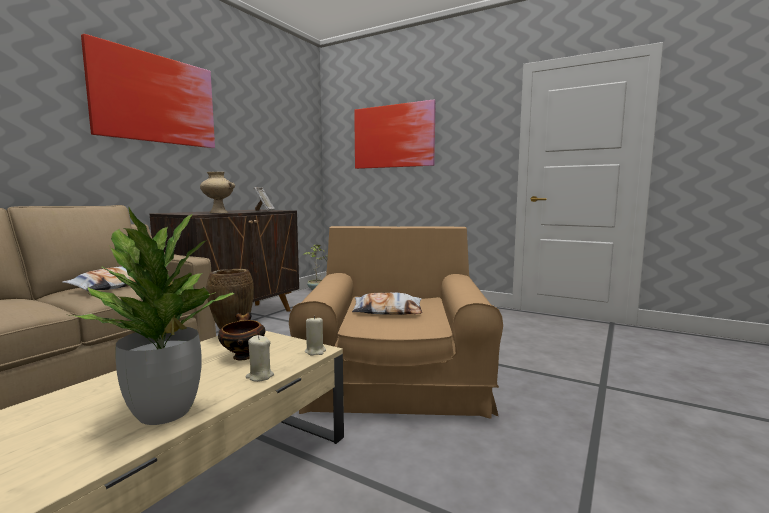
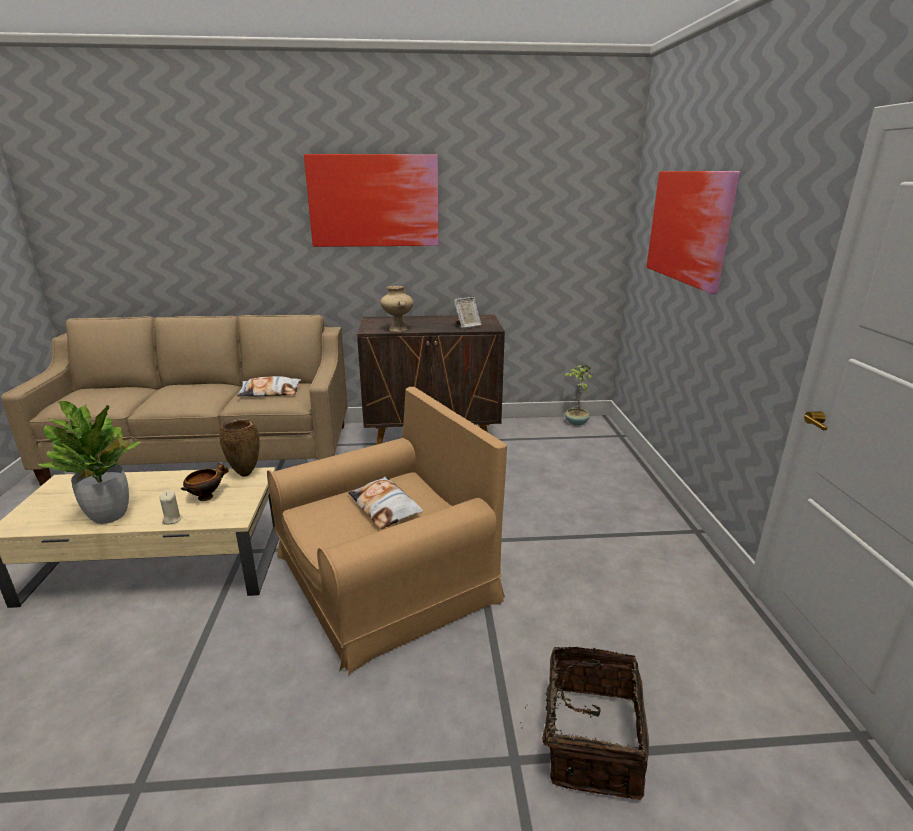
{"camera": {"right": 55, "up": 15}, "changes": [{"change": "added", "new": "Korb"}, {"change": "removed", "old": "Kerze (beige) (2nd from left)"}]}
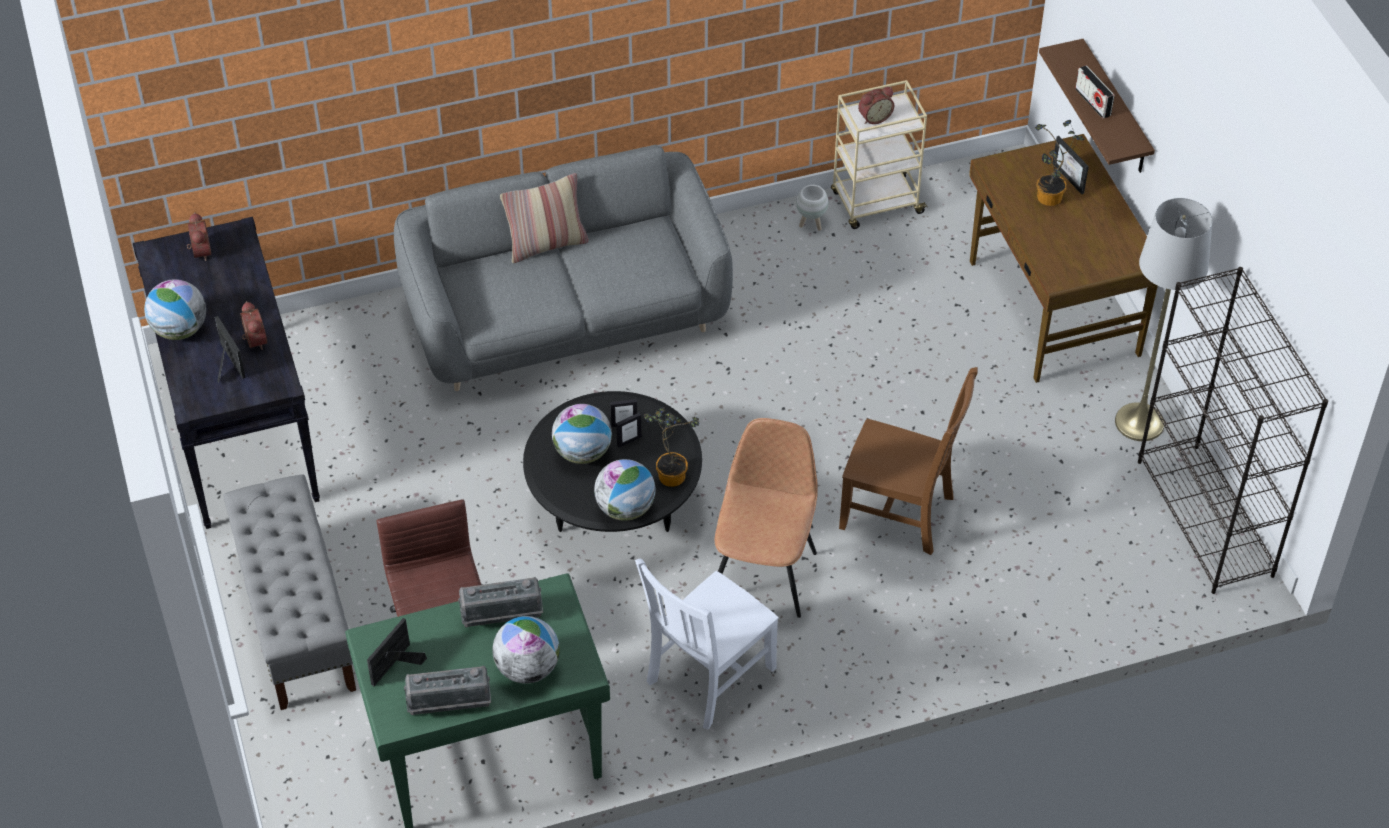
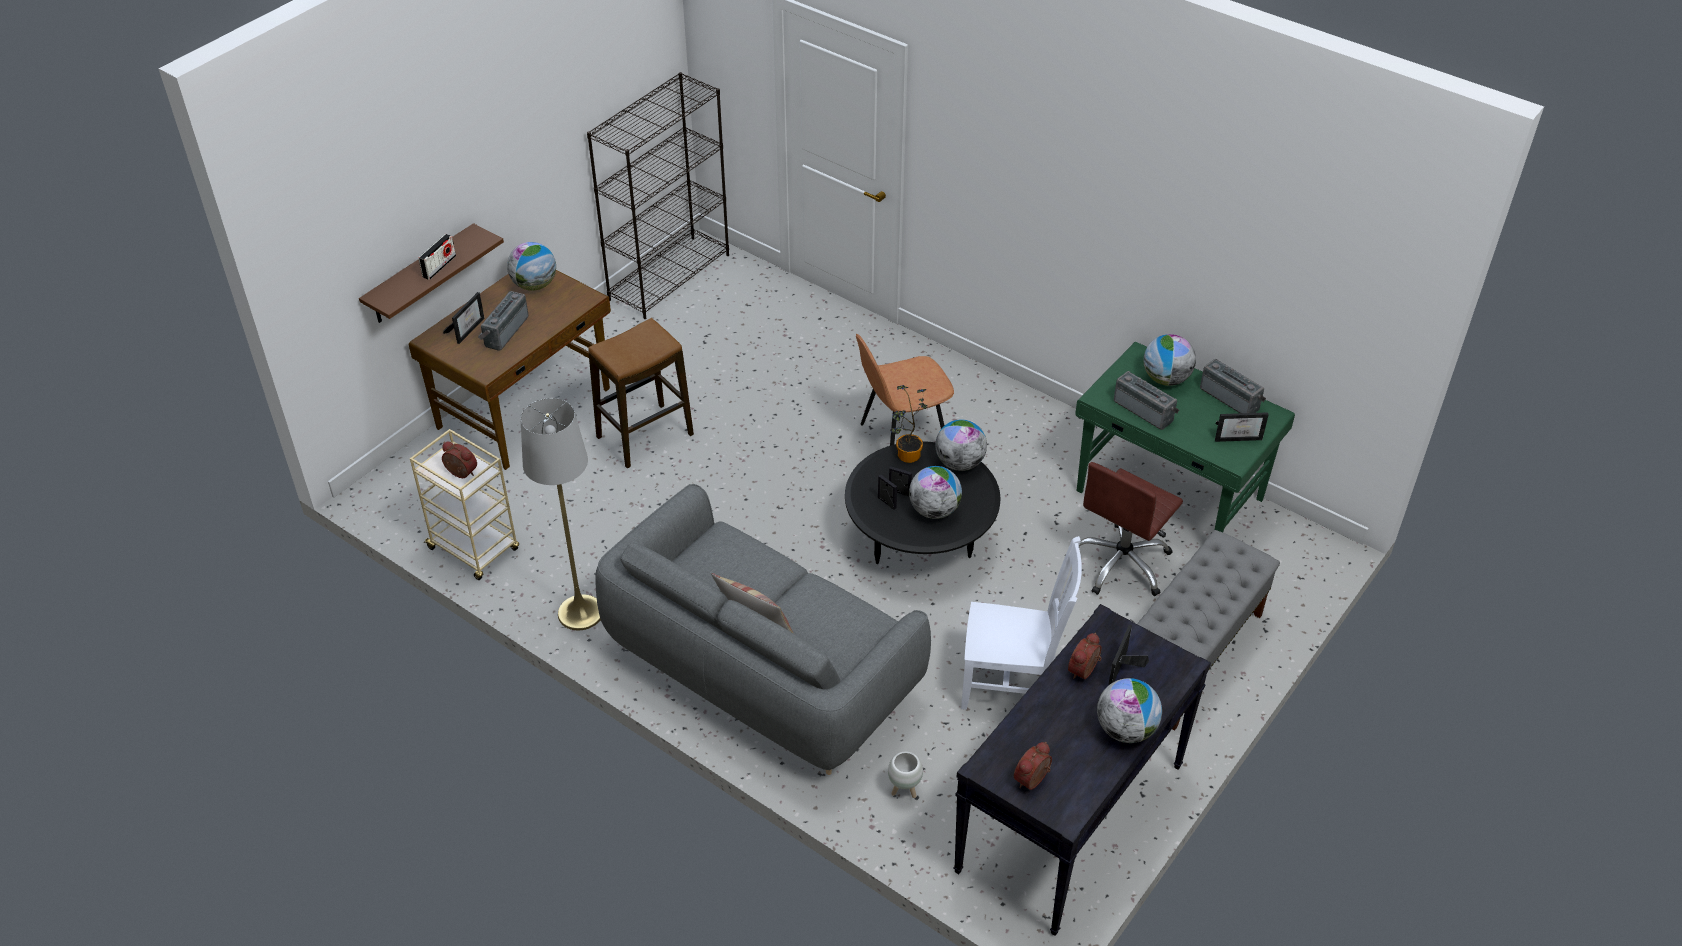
{"camera": {"right": -125, "up": -5}, "changes": [{"change": "replaced", "old": "Topfpflanze (2nd from left)", "new": "Radio (2nd from left)"}, {"change": "added", "new": "Globus (1st from left)"}, {"change": "moved", "old": "Stehlampe (grau)"}, {"change": "added", "new": "Hocker"}, {"change": "moved", "old": "Pflanzkübel (weiß)"}, {"change": "moved", "old": "Stuhl (weiß)"}, {"change": "removed", "old": "Stuhl (braun) (2nd from left)"}]}
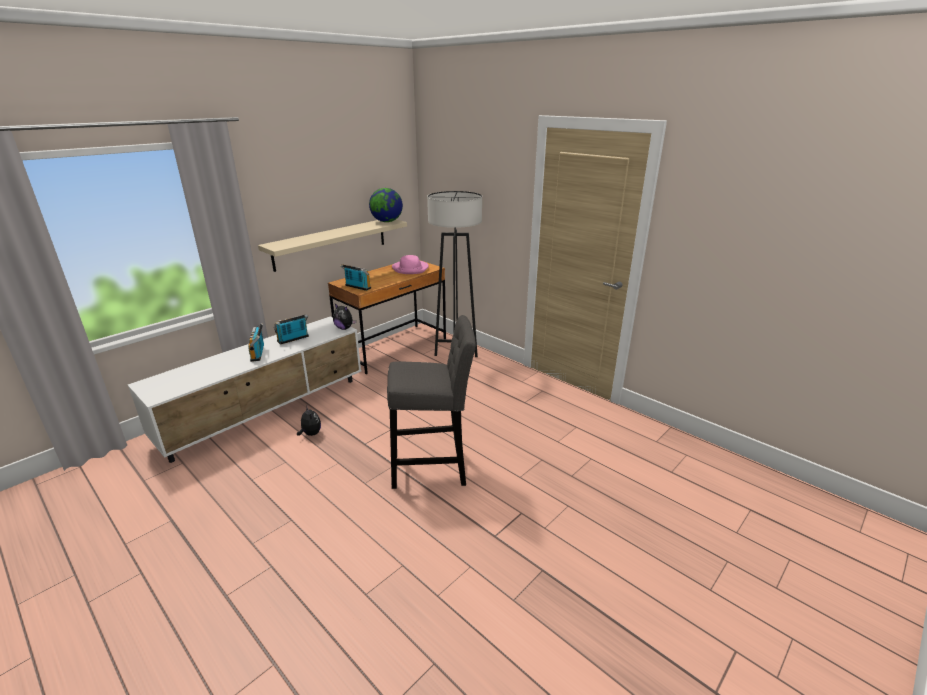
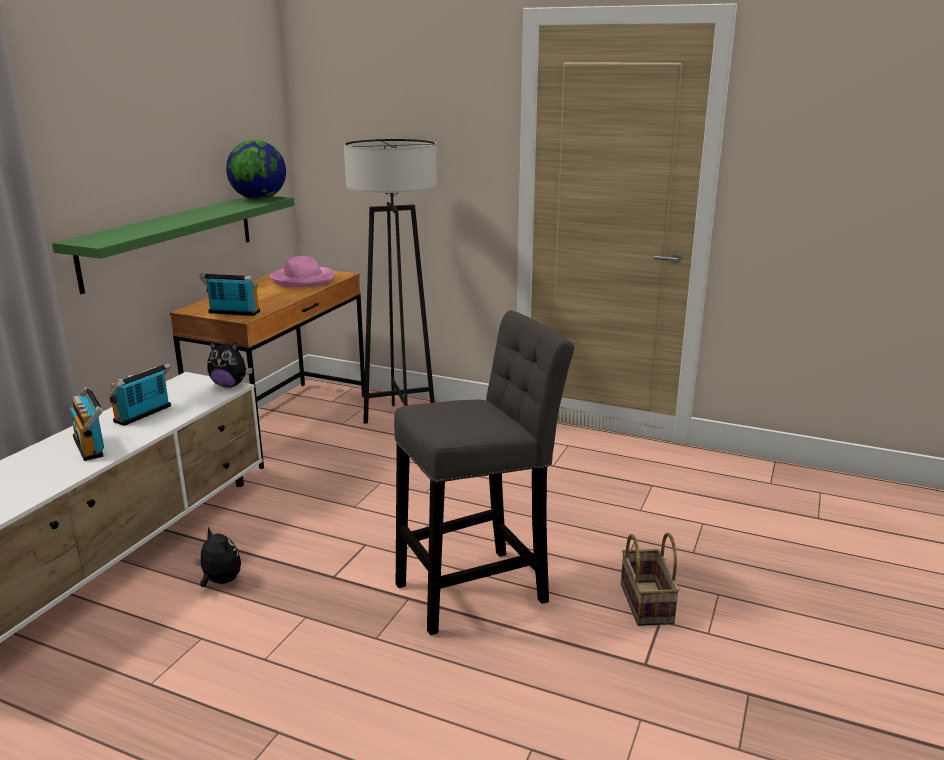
{"camera": {"right": -20, "up": -5}, "changes": [{"change": "recoloured", "old": "Wandregal (beige)", "new": "Wandregal (grün)"}, {"change": "added", "new": "Korb"}]}
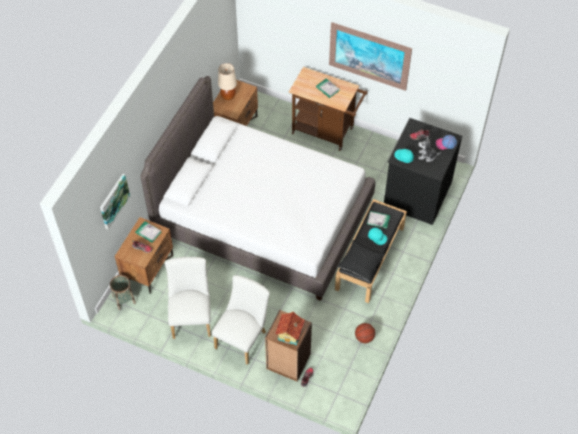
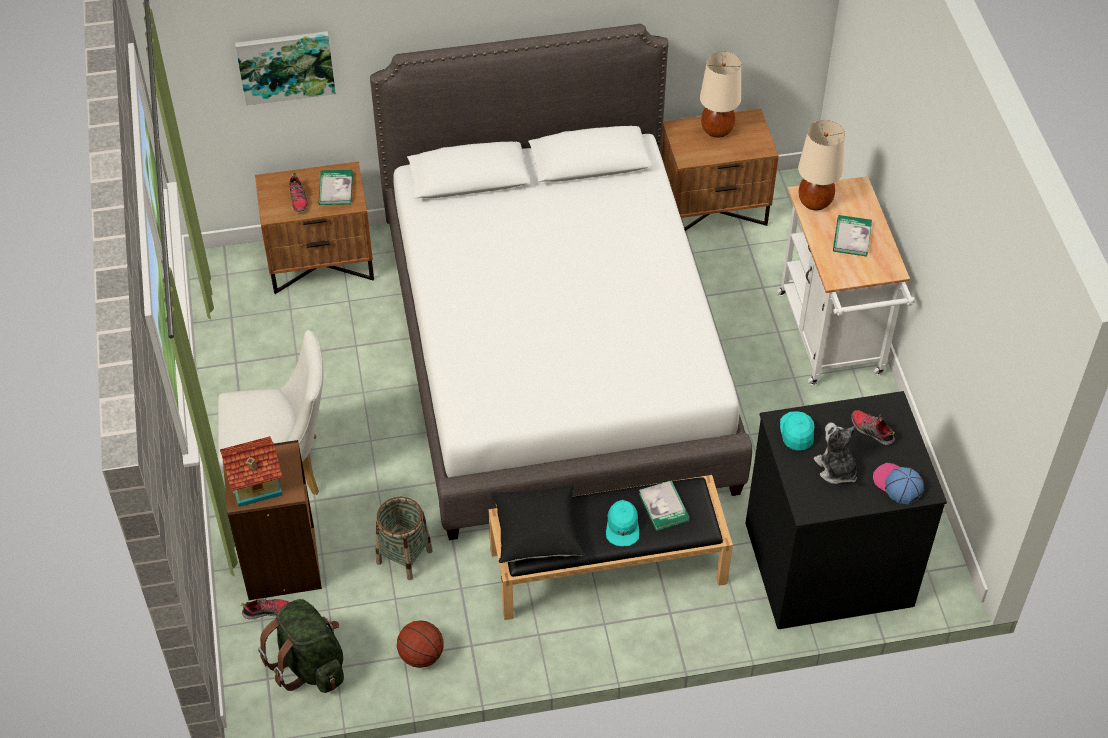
{"camera": {"right": 55, "up": -5}, "changes": [{"change": "added", "new": "Rucksack (grün)"}, {"change": "moved", "old": "Korb"}, {"change": "recoloured", "old": "Rollwagen (braun)", "new": "Rollwagen (weiß)"}, {"change": "added", "new": "Tischlampe (beige) (2nd from left)"}, {"change": "removed", "old": "Stuhl (weiß) (1st from left)"}, {"change": "removed", "old": "Bild (2nd from left)"}]}
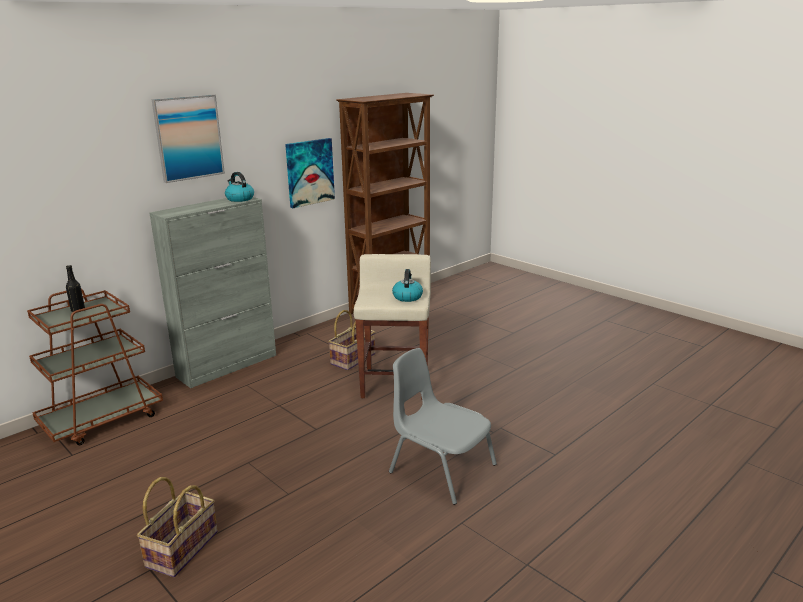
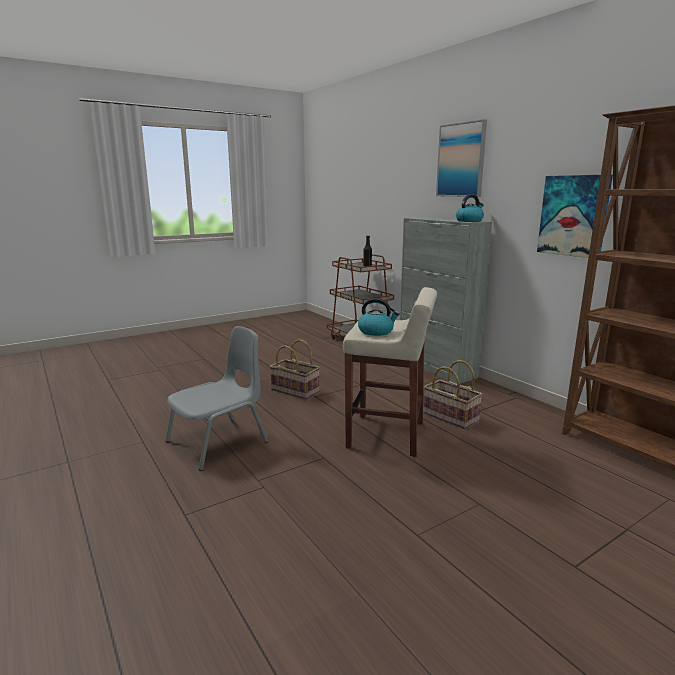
{"camera": {"right": 100, "up": -5}, "changes": [{"change": "moved", "old": "Korb (1st from left)"}]}
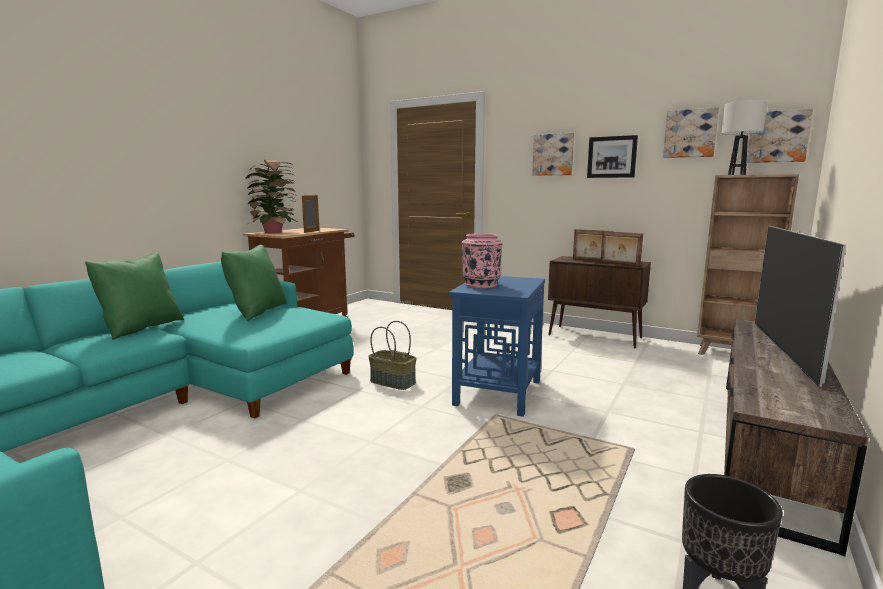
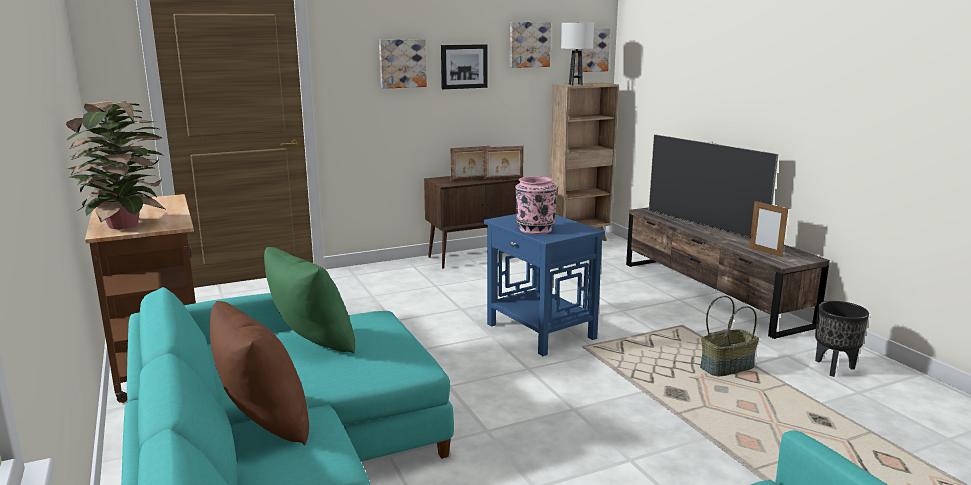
{"camera": {"right": -55, "up": 5}, "changes": [{"change": "recoloured", "old": "Kissen (grün) (1st from left)", "new": "Kissen (braun)"}, {"change": "moved", "old": "Korb"}, {"change": "moved", "old": "Bilderrahmen (1st from left in the first image)", "new": "Bilderrahmen (3rd from left)"}]}
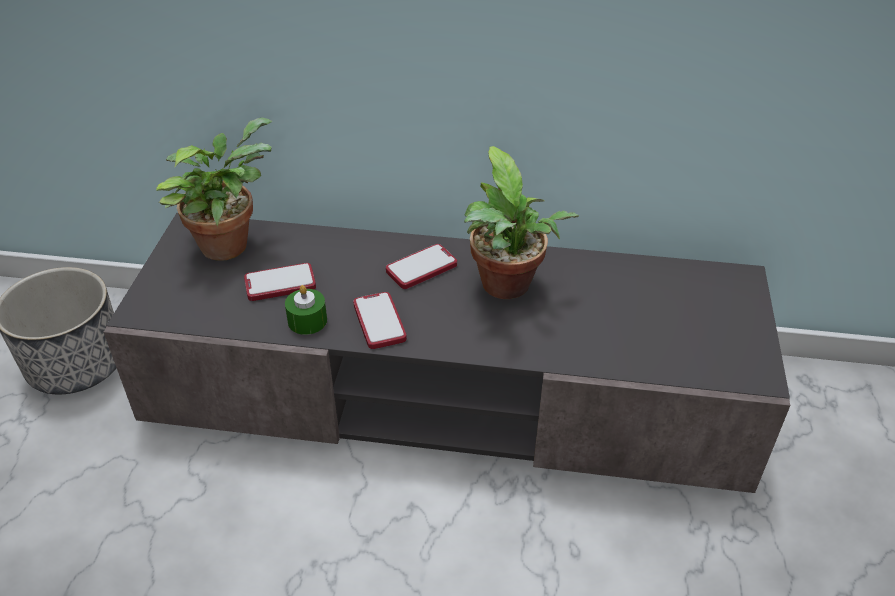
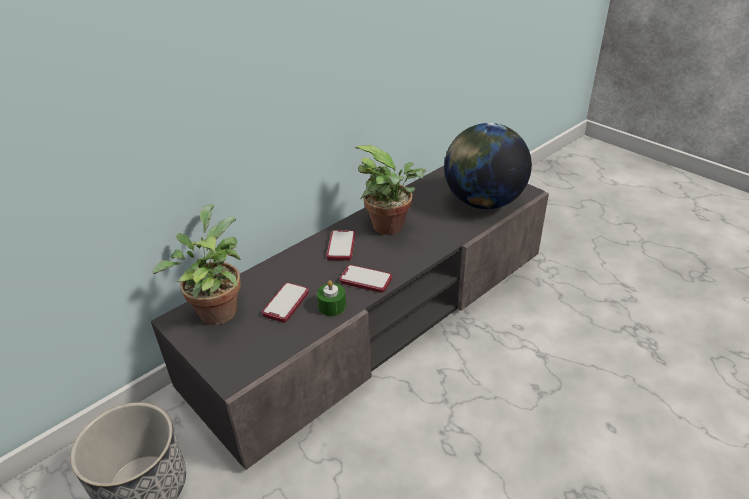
{"camera": {"right": -50, "up": -5}, "changes": [{"change": "added", "new": "Globus"}]}
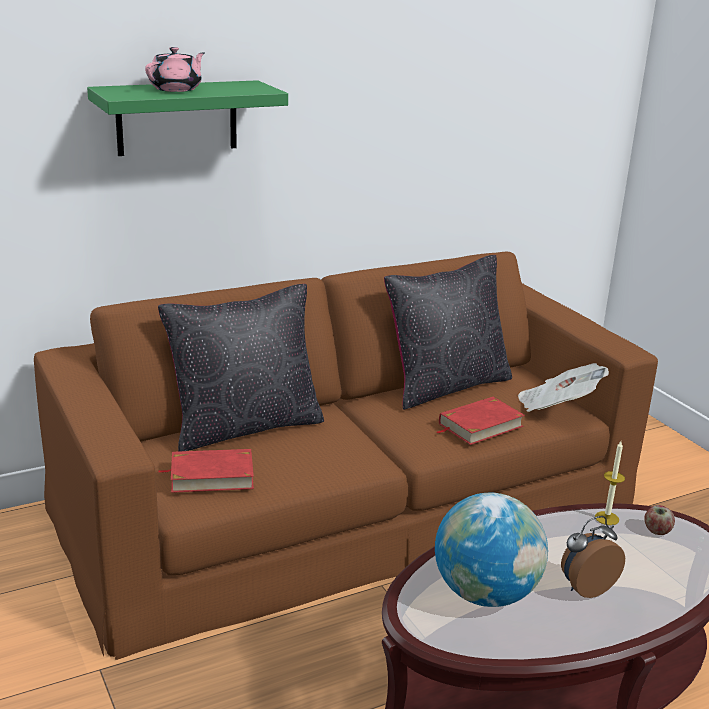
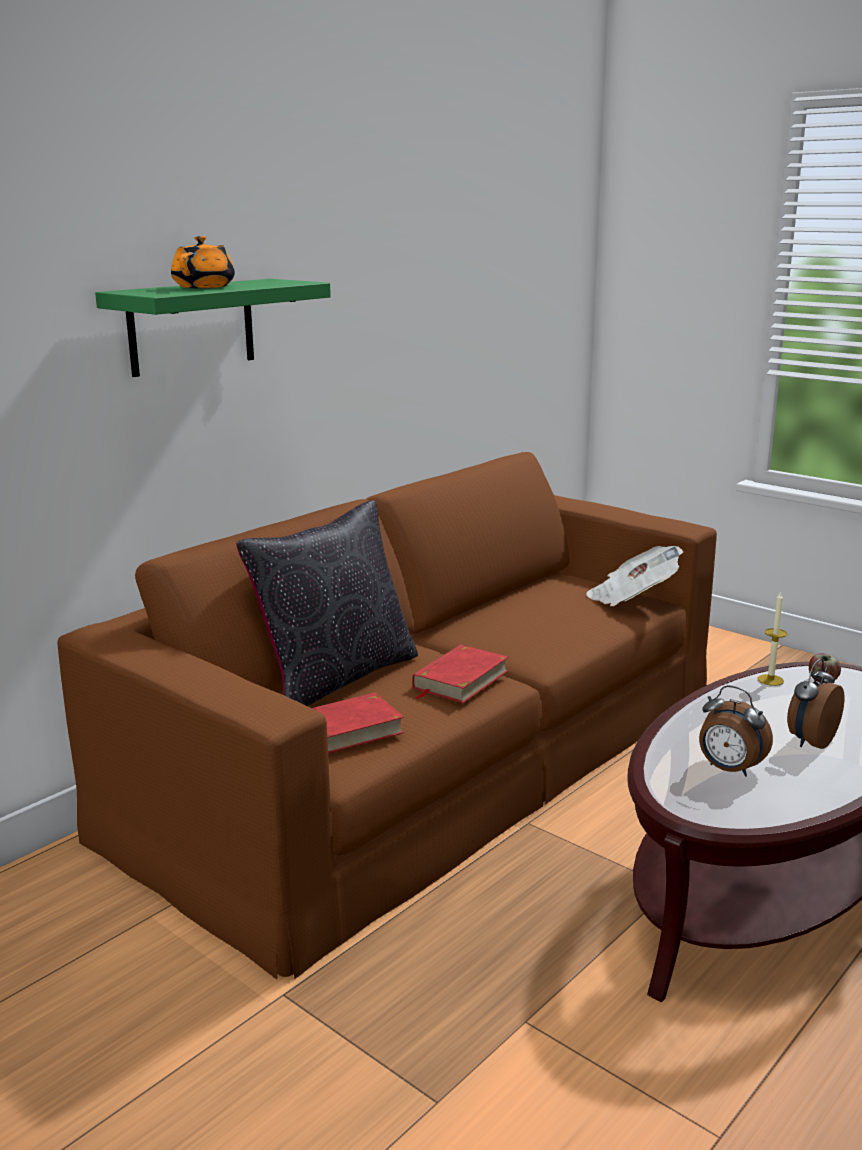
{"camera": {"right": -20, "up": -5}, "changes": [{"change": "recoloured", "old": "Teekanne (rosa)", "new": "Teekanne (orange)"}, {"change": "moved", "old": "Buch (rot) (2nd from left)"}, {"change": "replaced", "old": "Globus", "new": "Wecker (1st from left)"}, {"change": "removed", "old": "Kissen (schwarz) (2nd from left)"}]}
